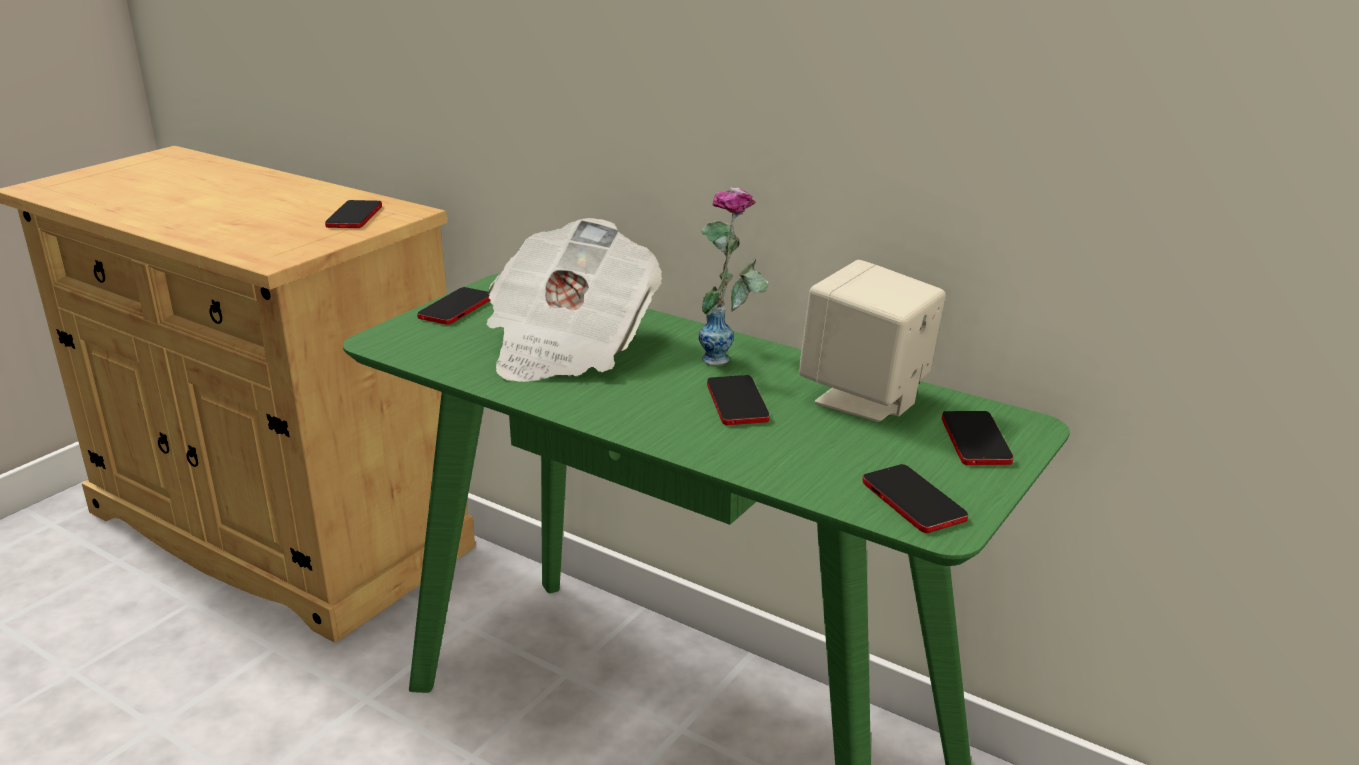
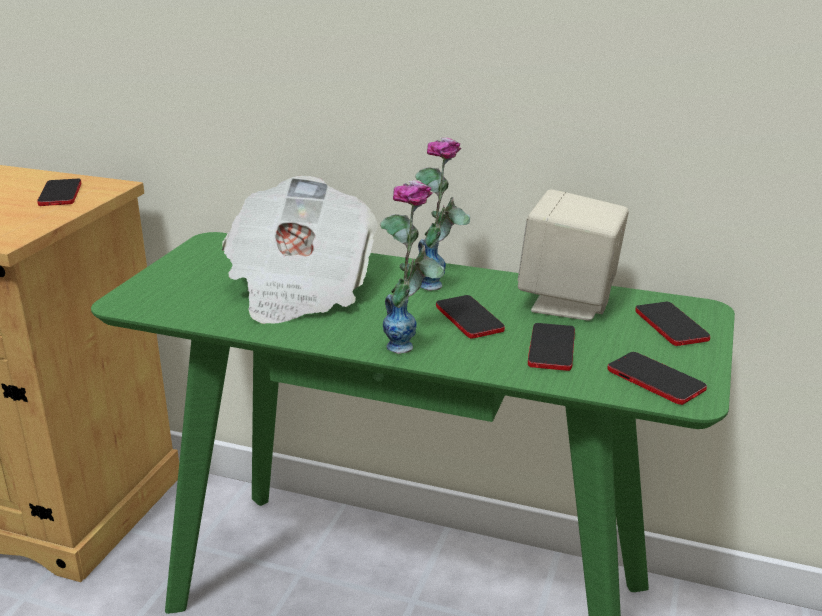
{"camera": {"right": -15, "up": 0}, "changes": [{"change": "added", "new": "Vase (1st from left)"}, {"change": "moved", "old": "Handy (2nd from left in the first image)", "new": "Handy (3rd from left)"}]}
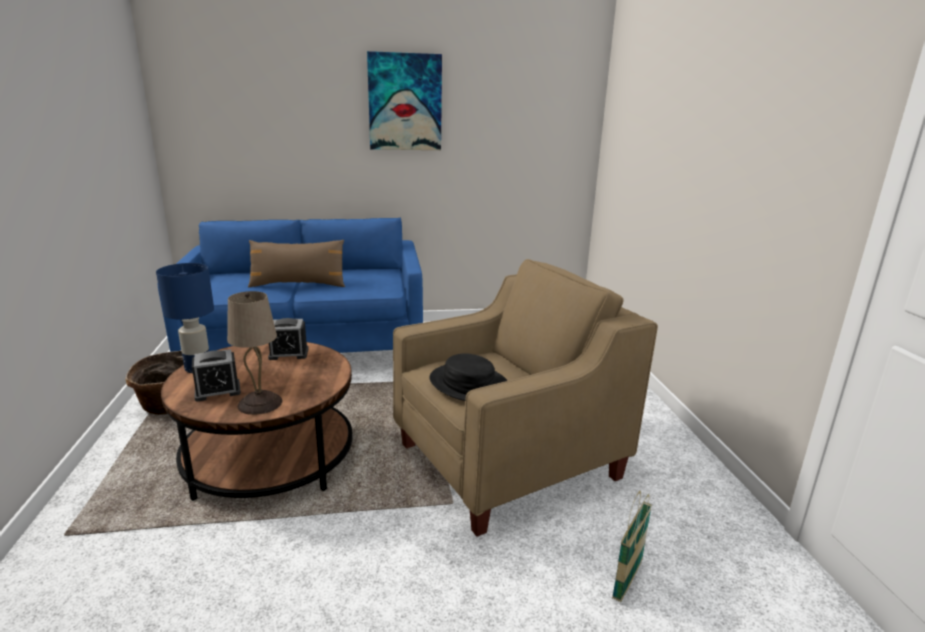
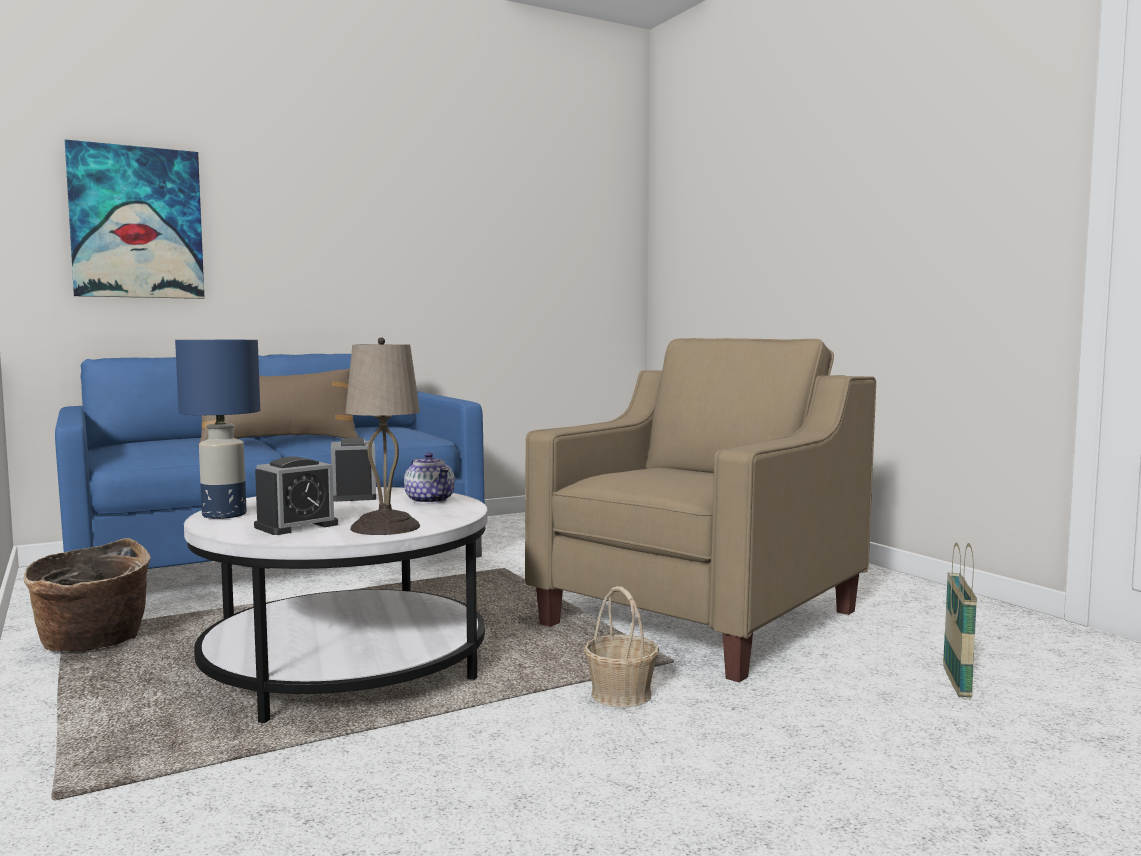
{"camera": {"right": -20, "up": -15}, "changes": [{"change": "moved", "old": "Bild"}, {"change": "recoloured", "old": "Couchtisch (braun)", "new": "Couchtisch (weiß)"}, {"change": "turned", "old": "Wecker (2nd from left)", "degrees": -75}, {"change": "added", "new": "Teekanne"}, {"change": "added", "new": "Korb (2nd from left)"}, {"change": "removed", "old": "Hut (schwarz)"}]}
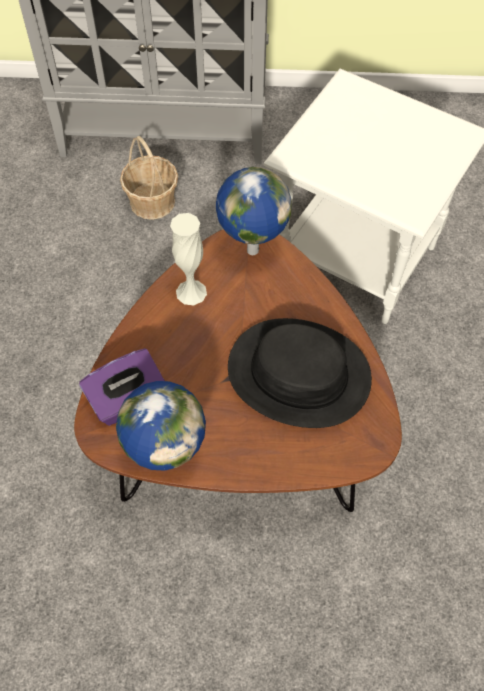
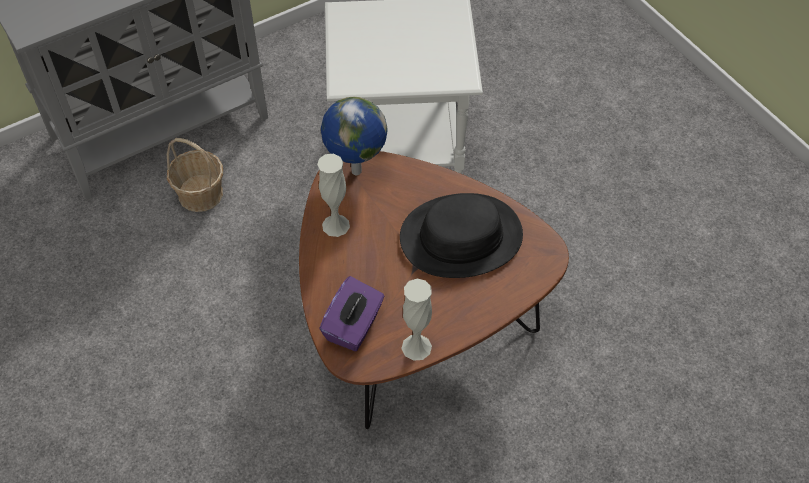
{"camera": {"right": -35, "up": -5}, "changes": [{"change": "replaced", "old": "Globus (1st from left)", "new": "Vase (weiß) (2nd from left)"}]}
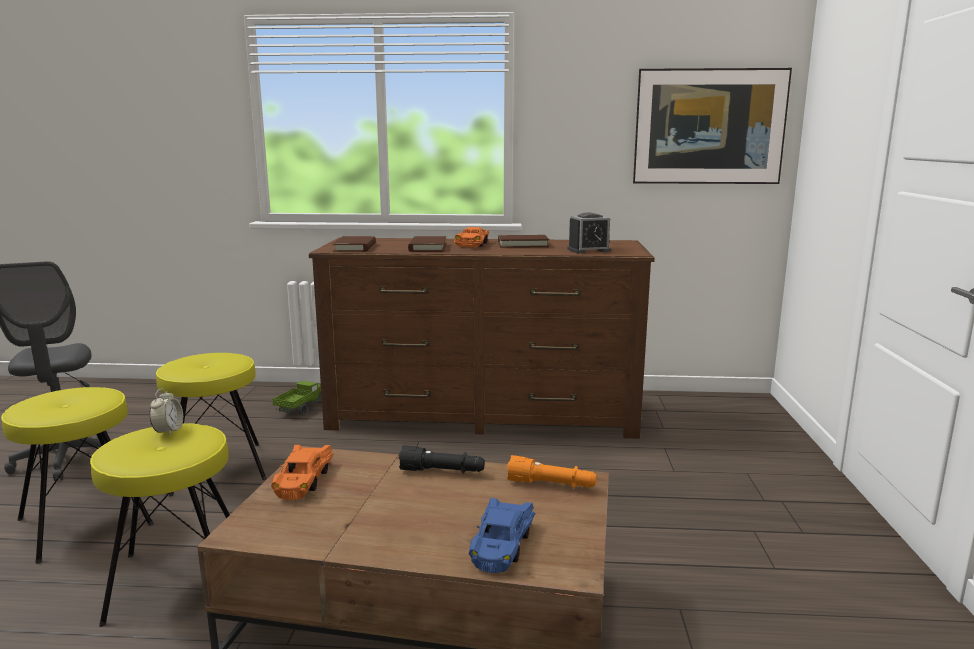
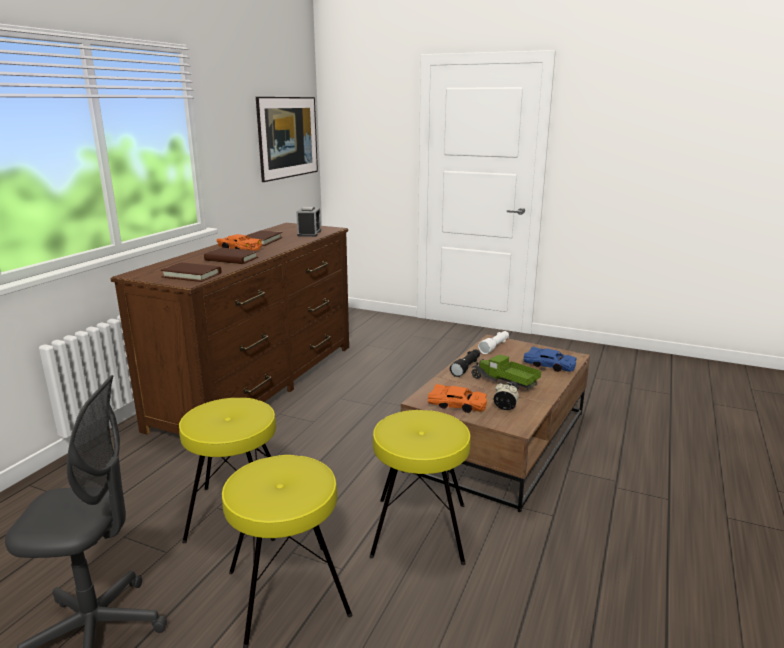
{"camera": {"right": -70, "up": 5}, "changes": [{"change": "moved", "old": "Spielzeuglaster"}, {"change": "recoloured", "old": "Taschenlampe (orange)", "new": "Taschenlampe (weiß)"}, {"change": "moved", "old": "Wecker (1st from left in the first image)", "new": "Wecker (2nd from left)"}]}
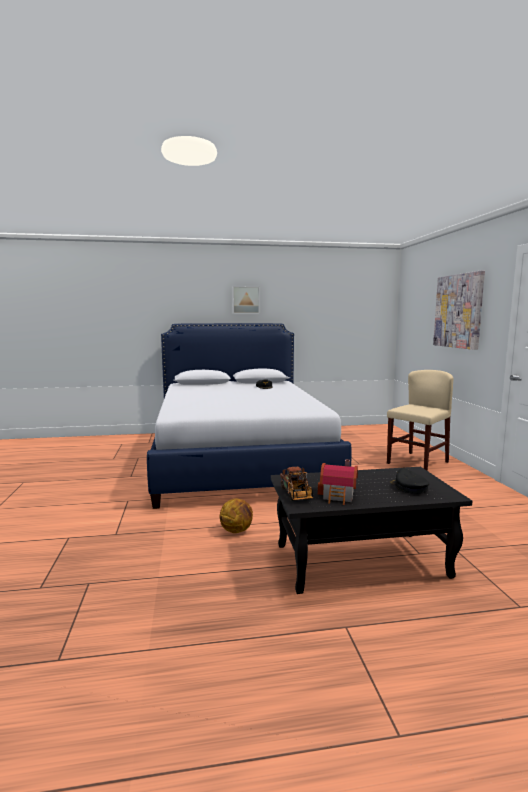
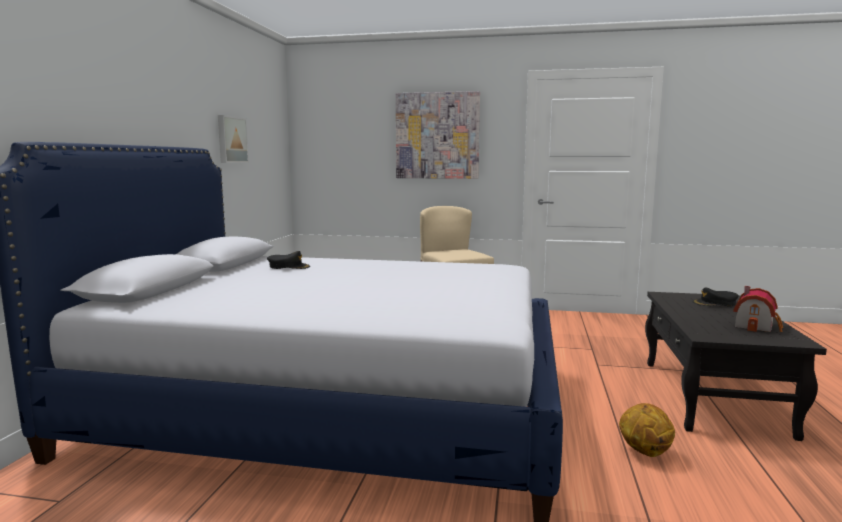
{"camera": {"right": -70, "up": 0}, "changes": [{"change": "moved", "old": "Bild (1st from left)"}, {"change": "removed", "old": "Spielzeuglaster"}]}
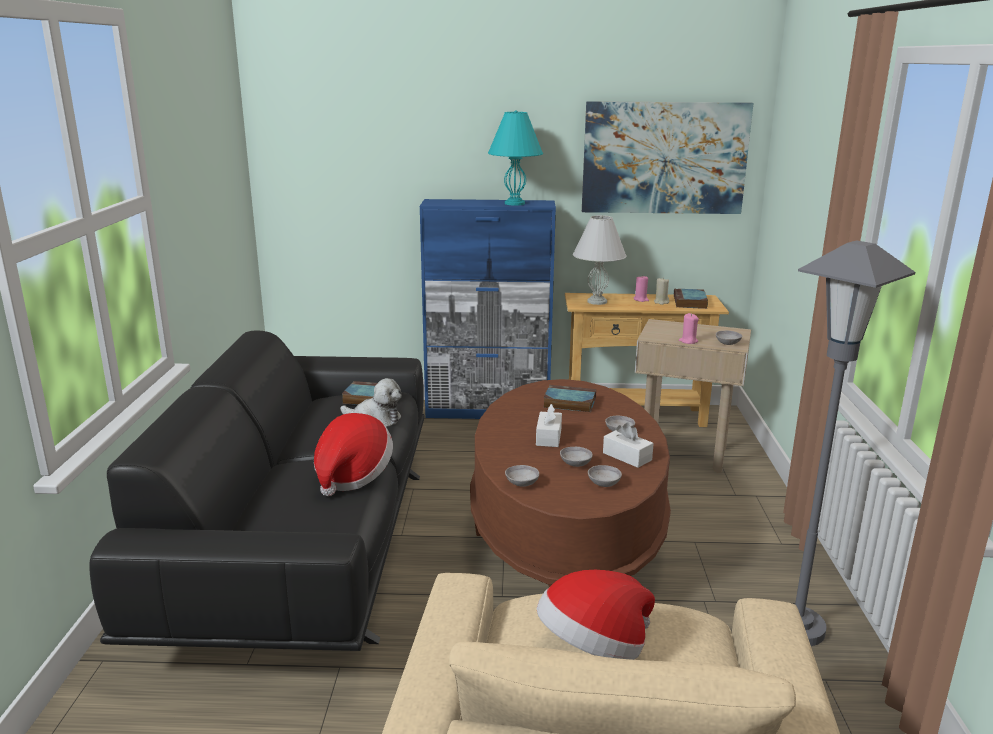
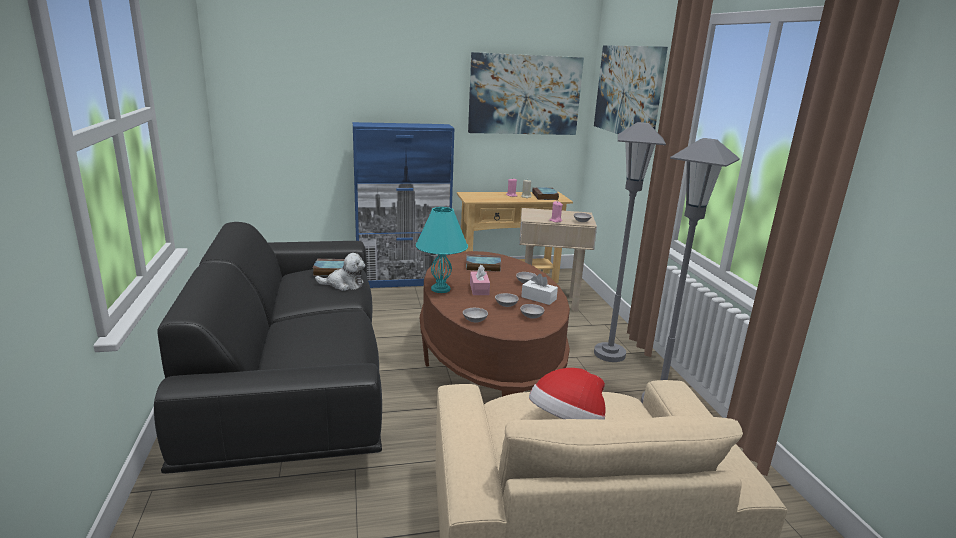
{"camera": {"right": -15, "up": 0}, "changes": [{"change": "moved", "old": "Tischlampe (türkis)"}, {"change": "recoloured", "old": "Taschentuchbox (weiß) (1st from left)", "new": "Taschentuchbox (rosa)"}, {"change": "added", "new": "Bild (2nd from left)"}, {"change": "added", "new": "Stehlampe (grau) (1st from left)"}, {"change": "removed", "old": "Hut (1st from left)"}, {"change": "removed", "old": "Tischlampe (weiß)"}]}
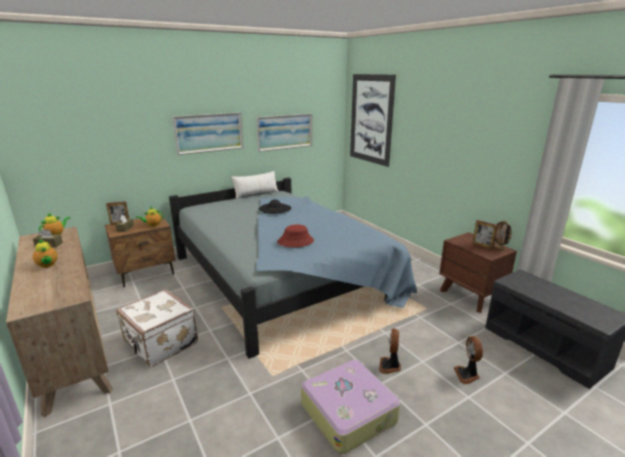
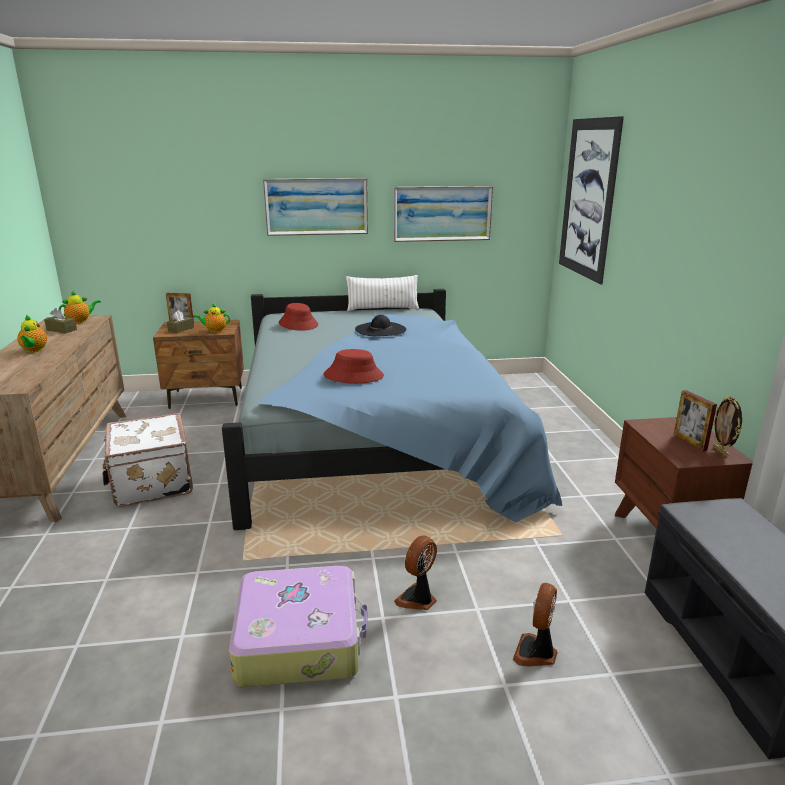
{"camera": {"right": 25, "up": 0}, "changes": [{"change": "added", "new": "Hut (rot) (1st from left)"}]}
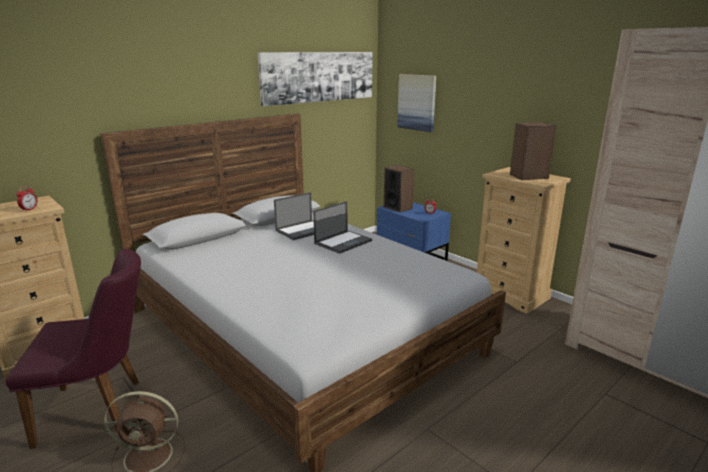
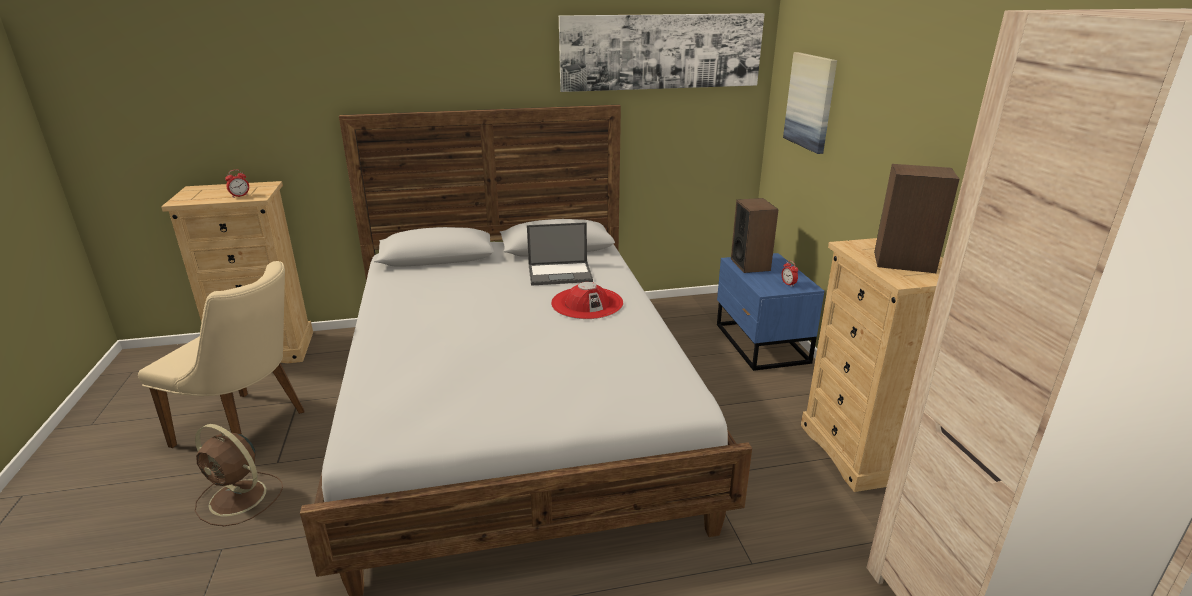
{"camera": {"right": 30, "up": 5}, "changes": [{"change": "recoloured", "old": "Stuhl (lila)", "new": "Stuhl (beige)"}, {"change": "replaced", "old": "Laptop (2nd from left)", "new": "Hut (rot)"}]}
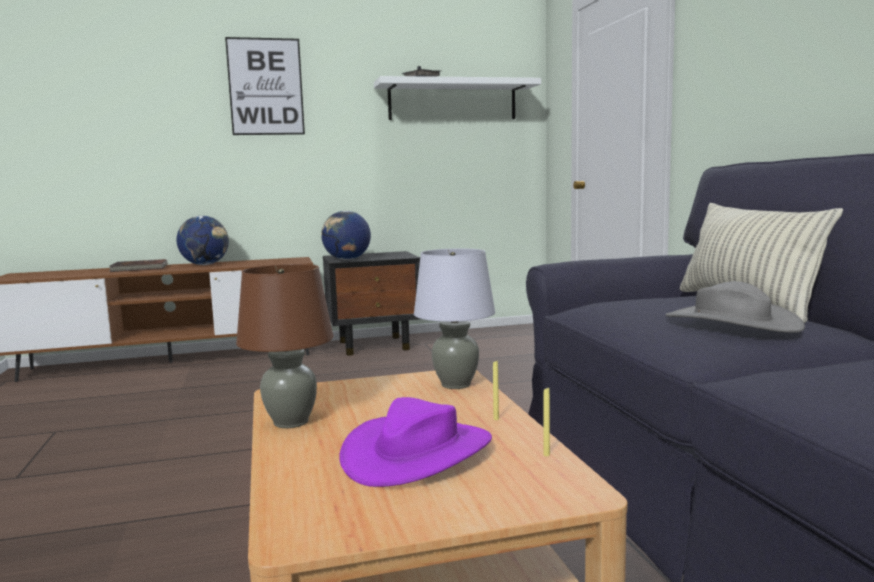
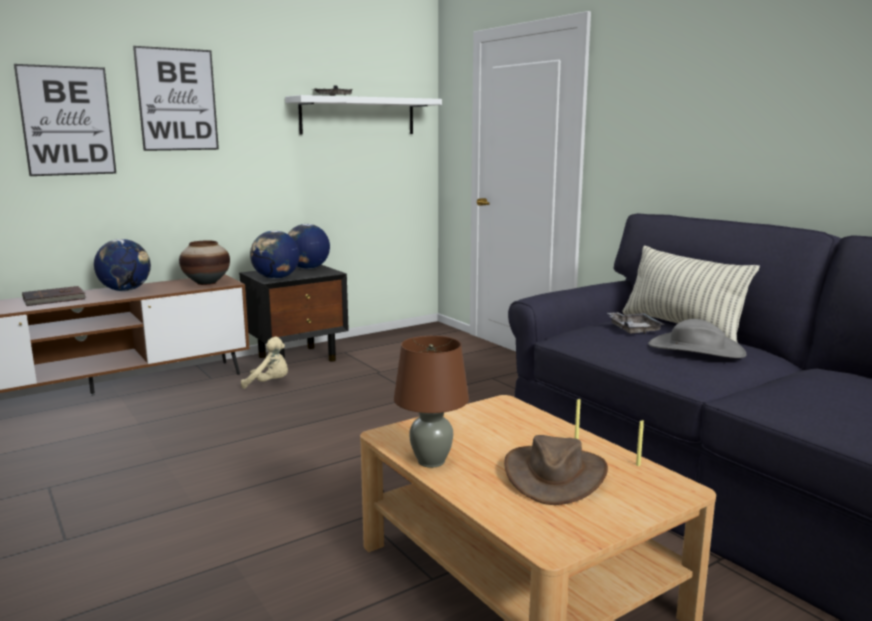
{"camera": {"right": -20, "up": 5}, "changes": [{"change": "added", "new": "Bild (1st from left)"}, {"change": "added", "new": "Vase"}, {"change": "added", "new": "Plüschtier (beige)"}, {"change": "added", "new": "Globus (3rd from left)"}, {"change": "recoloured", "old": "Hut (lila)", "new": "Hut (braun)"}, {"change": "added", "new": "Tablett (grau) (2nd from left)"}, {"change": "removed", "old": "Tischlampe (grau)"}]}
